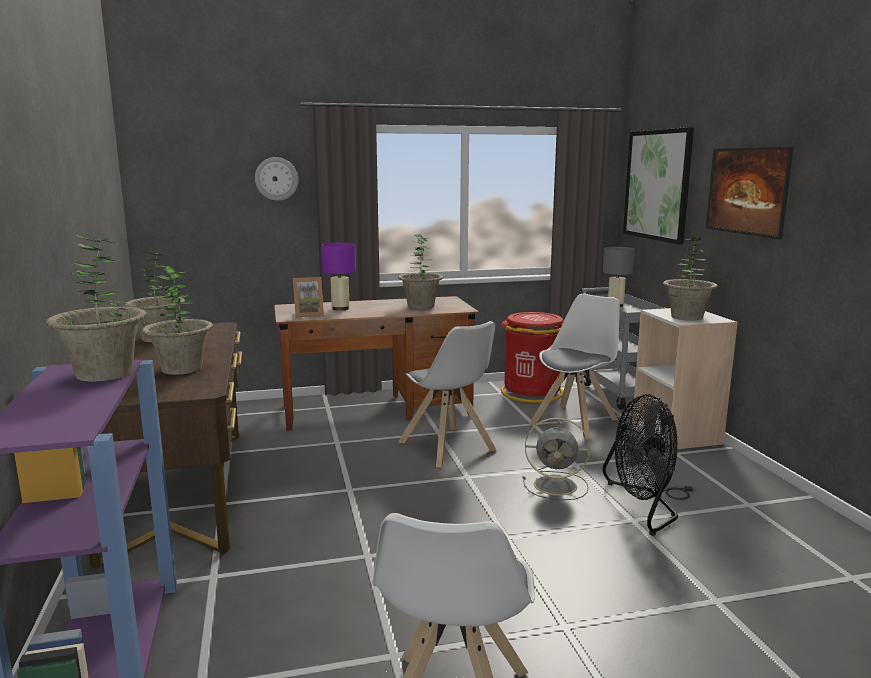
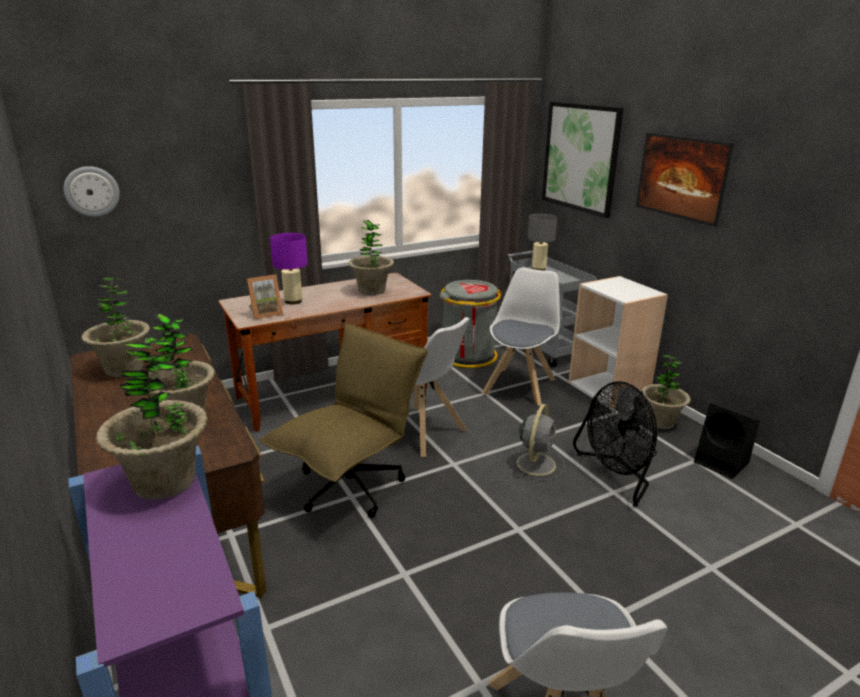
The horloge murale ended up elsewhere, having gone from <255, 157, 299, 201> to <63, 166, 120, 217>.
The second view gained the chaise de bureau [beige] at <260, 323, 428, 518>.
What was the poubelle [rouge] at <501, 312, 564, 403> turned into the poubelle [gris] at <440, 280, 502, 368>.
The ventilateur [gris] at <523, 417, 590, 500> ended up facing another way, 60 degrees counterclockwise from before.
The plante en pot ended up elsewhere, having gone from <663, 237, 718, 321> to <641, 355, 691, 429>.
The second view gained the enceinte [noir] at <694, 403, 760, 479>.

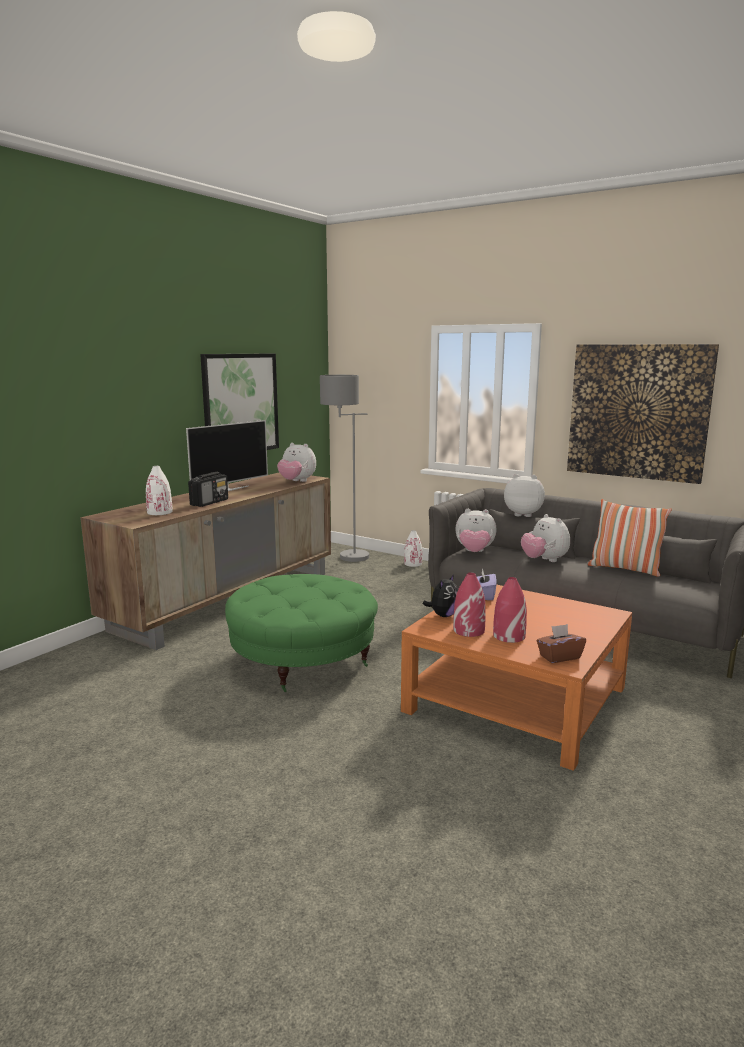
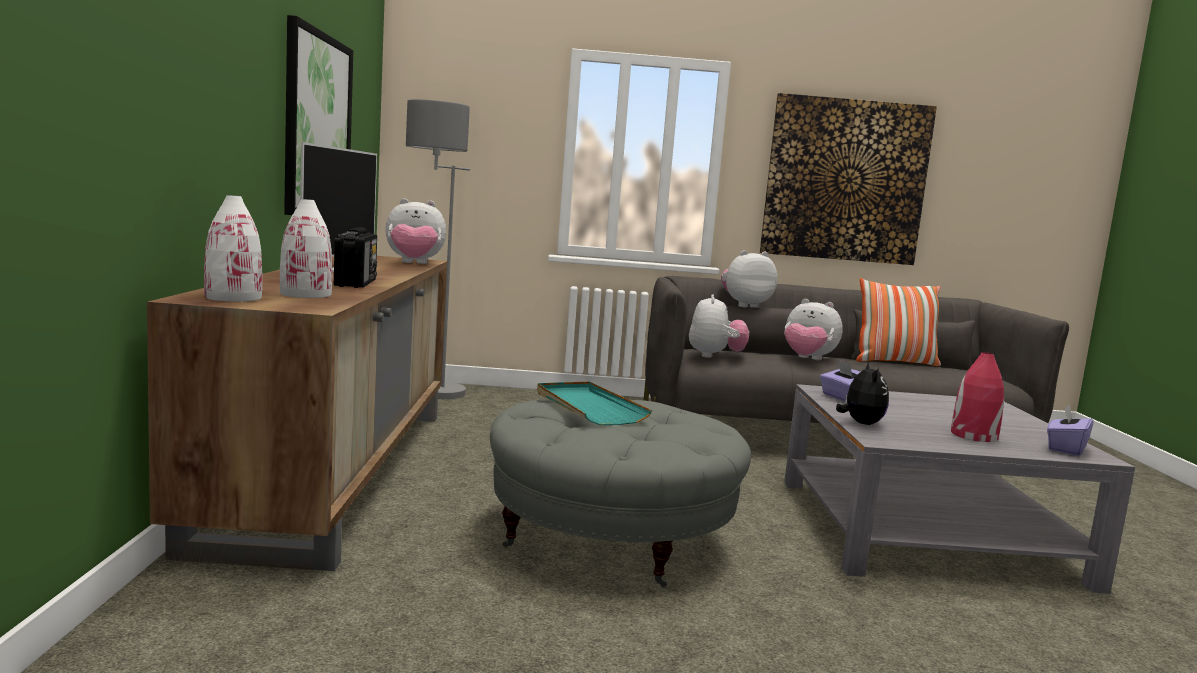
The vase [blanc] ended up elsewhere, having gone from <404, 530, 422, 567> to <204, 195, 262, 302>.
What was the pouf [vert] at <225, 574, 378, 692> turned into the pouf [gris] at <490, 399, 751, 587>.
The second view gained the plateau [turquoise] at <537, 381, 652, 425>.
The peluche at <455, 509, 496, 552> ended up facing another way, 60 degrees counterclockwise from before.
What was the table basse [orange] at <401, 584, 632, 771> turned into the table basse [gris] at <784, 384, 1135, 594>.
What was the boîte à mouchoirs [marron] at <536, 624, 586, 663> turned into the boîte à mouchoirs [violet] at <1047, 404, 1094, 456>.
The second view lost the vase [rouge] at <453, 572, 486, 637>.

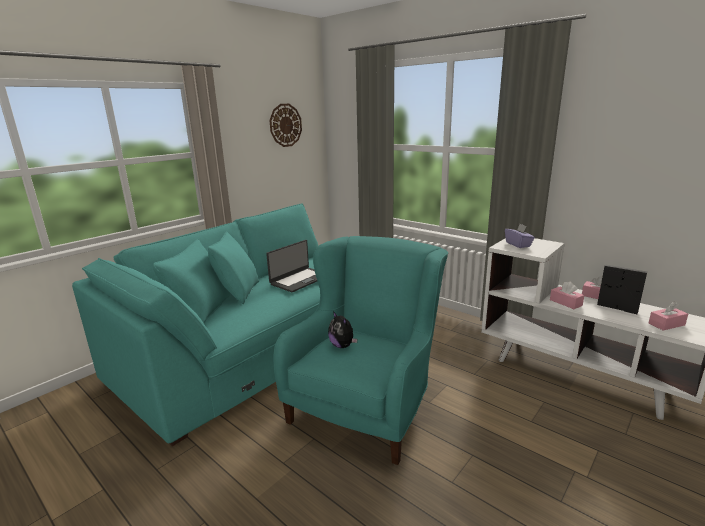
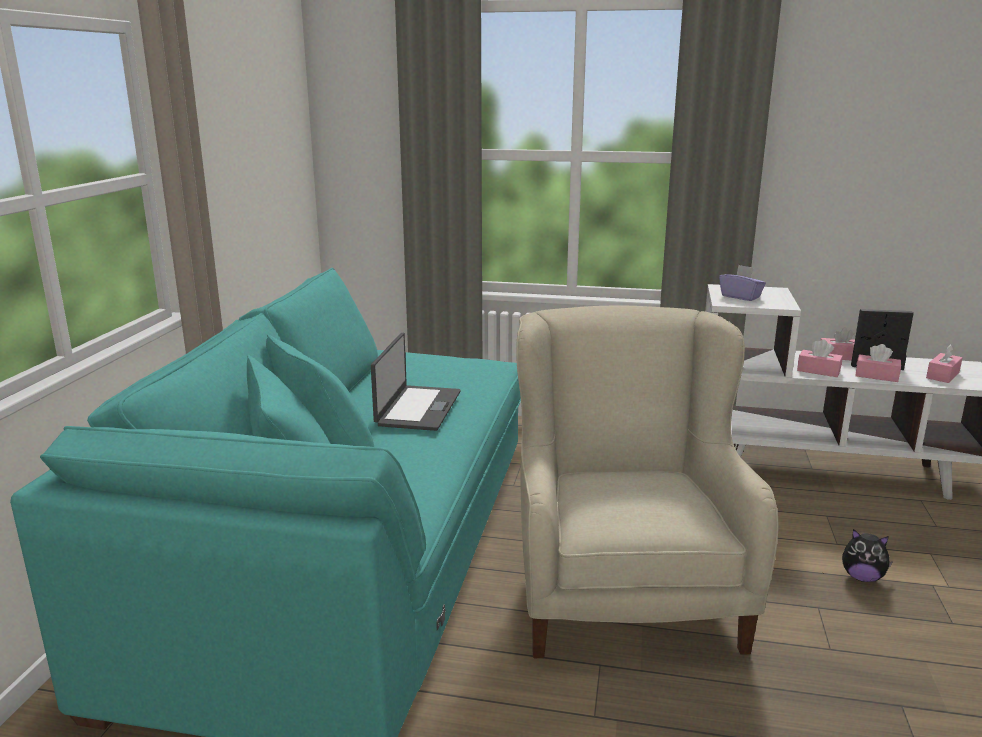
What was the fauteuil [turquoise] at <274, 236, 448, 465> turned into the fauteuil [beige] at <516, 306, 778, 658>.
The peluche ended up elsewhere, having gone from <328, 311, 357, 348> to <842, 529, 893, 582>.
The second view gained the boîte à mouchoirs [rose] at <855, 344, 901, 382>.
The second view lost the horloge murale at <269, 104, 302, 147>.

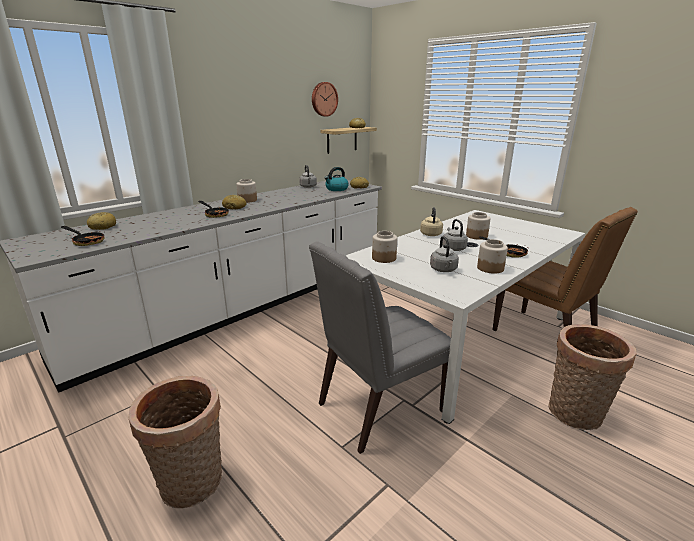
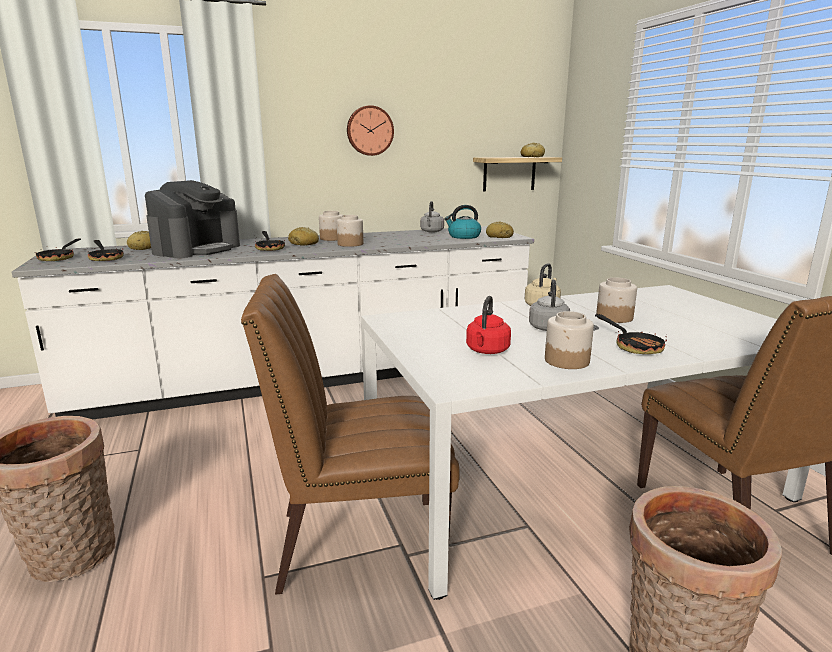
The second view gained the poêle at <36, 238, 81, 261>.
The second view gained the machine à café at <145, 180, 240, 258>.
What was the chaise [gris] at <309, 241, 451, 454> turned into the chaise [marron] at <241, 274, 460, 594>.
The bocal ended up elsewhere, having gone from <372, 231, 397, 263> to <337, 215, 363, 247>.
The horloge murale ended up elsewhere, having gone from <312, 82, 338, 117> to <347, 105, 394, 156>.
What was the bouilloire [gris] at <430, 236, 459, 272> turned into the bouilloire [rouge] at <466, 296, 511, 354>.

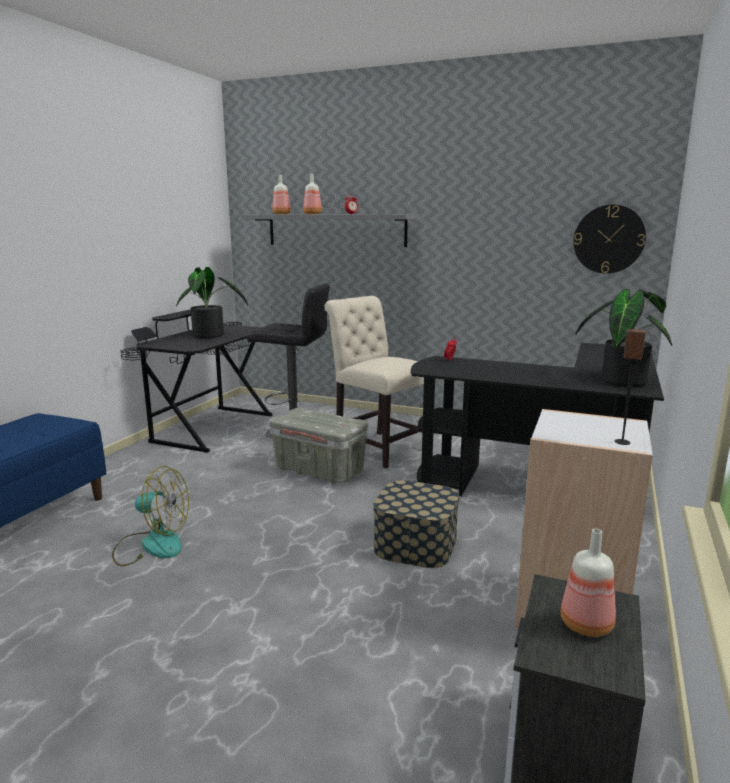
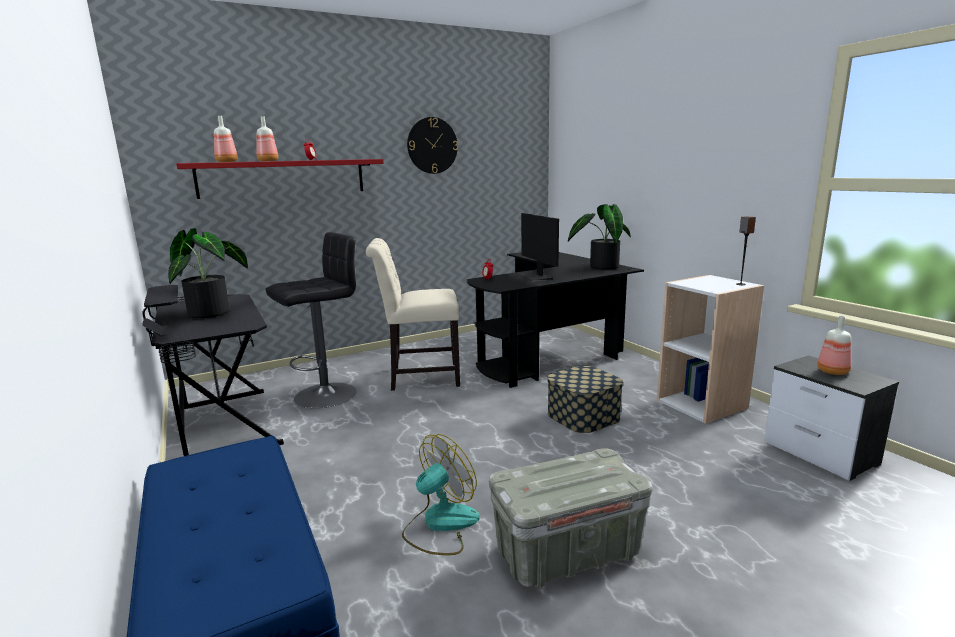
What was the étagère [gris] at <241, 214, 419, 247> turned into the étagère [rouge] at <176, 159, 384, 199>.
The horloge murale ended up elsewhere, having gone from <573, 204, 646, 274> to <407, 117, 458, 174>.
The boîte de rangement [gris] ended up elsewhere, having gone from <269, 408, 368, 483> to <489, 448, 653, 588>.
The second view gained the écran d'ordinateur at <515, 213, 559, 282>.

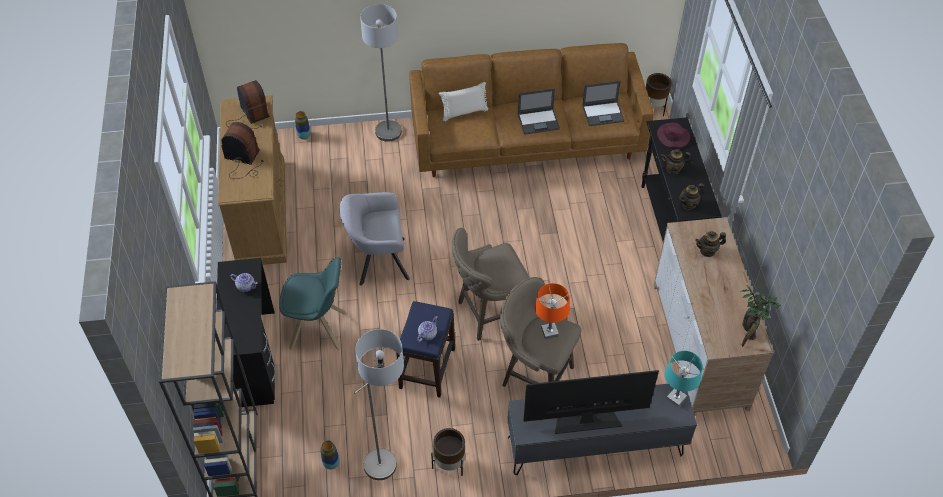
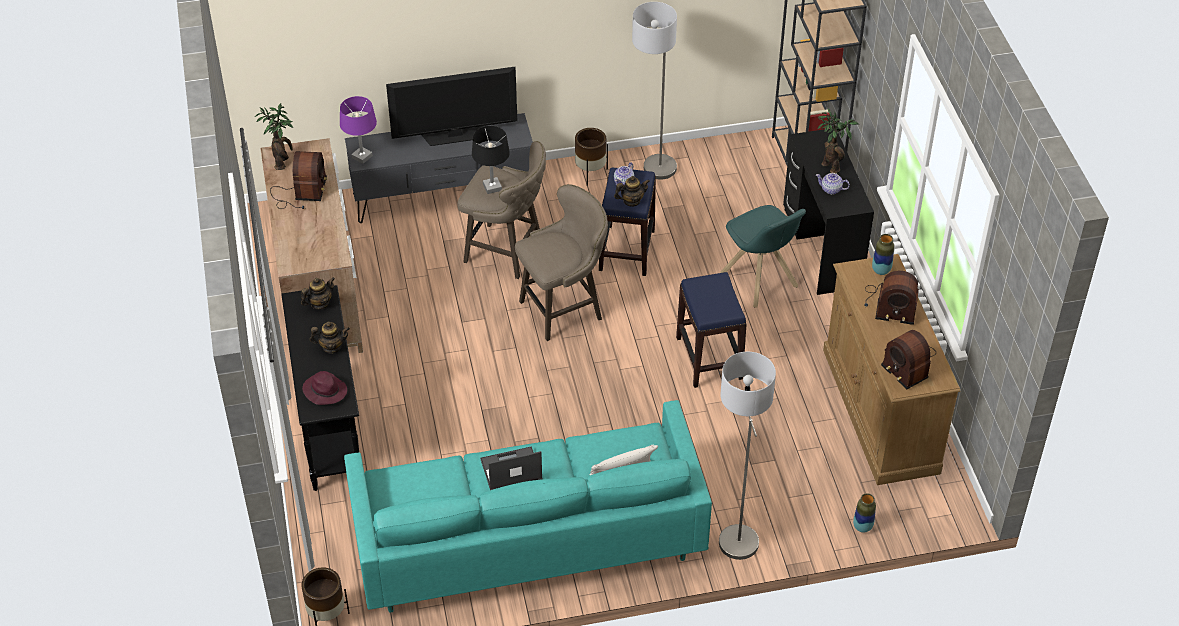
The second view gained the radio at <270, 151, 327, 209>.
What was the lampe de table [turquoise] at <665, 351, 703, 407> turned into the lampe de table [violet] at <340, 96, 377, 164>.
What was the canapé [marron] at <409, 43, 654, 177> turned into the canapé [turquoise] at <344, 400, 712, 613>.
What was the lampe de table [orange] at <535, 283, 570, 339> turned into the lampe de table [noir] at <472, 126, 510, 194>.
The théière ended up elsewhere, having gone from <695, 231, 726, 257> to <614, 176, 650, 207>.
Where the fauteuil [gris] stood at <339, 192, 410, 286>, the tabouret came to stand at <676, 272, 747, 388>.
The chaise [turquoise] at <279, 257, 346, 350> ended up facing another way, 120 degrees counterclockwise from before.
The second view gained the plante en pot at <817, 109, 859, 174>.
The vase ended up elsewhere, having gone from <321, 440, 339, 470> to <872, 234, 894, 275>.
The second view lost the ordinateur portable at <582, 81, 625, 126>.

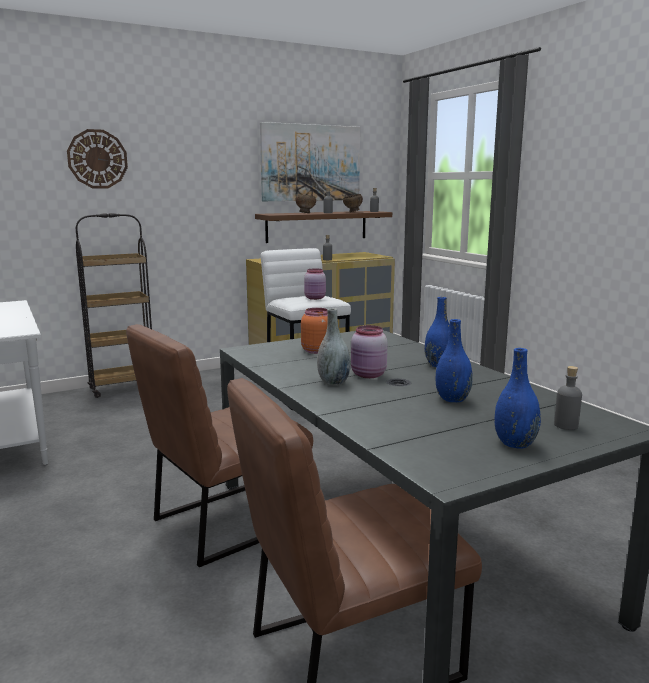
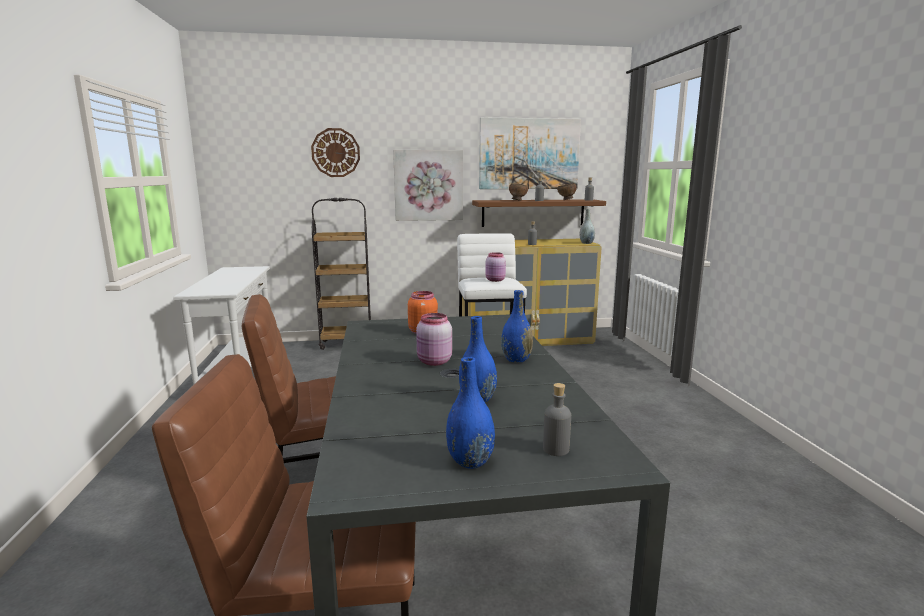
The second view gained the tableau at <393, 150, 463, 221>.
The vase [gris] ended up elsewhere, having gone from <317, 308, 351, 385> to <580, 209, 595, 244>.

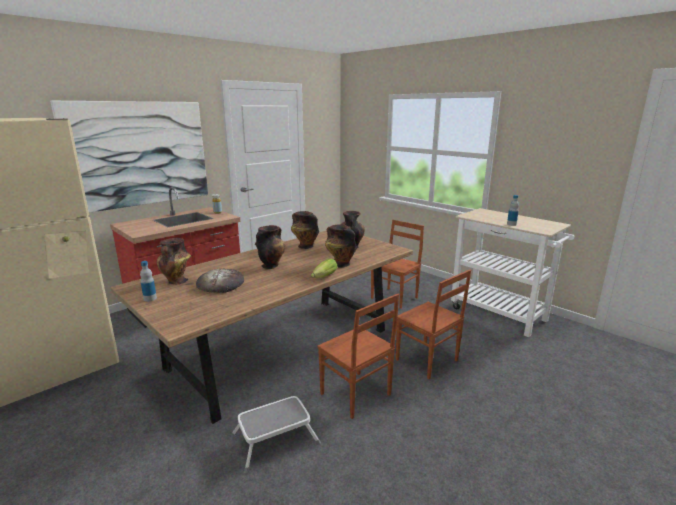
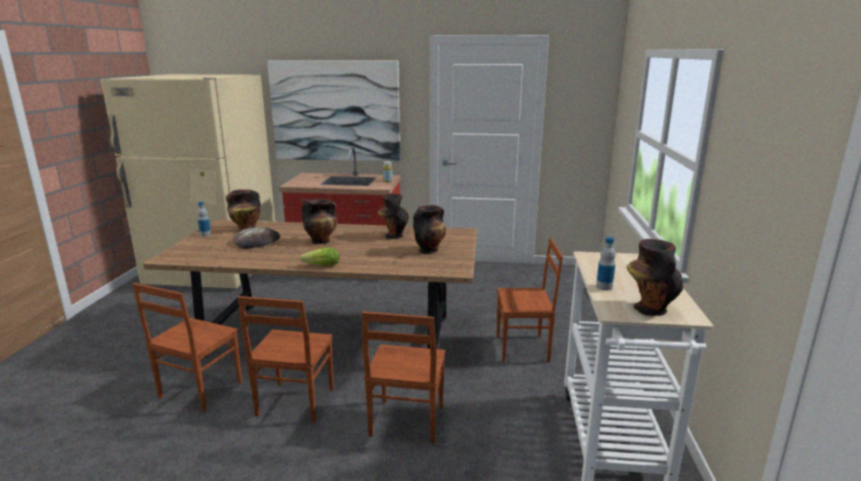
Where the escabeau [gris] stood at <231, 396, 321, 474>, the chaise [marron] came to stand at <132, 283, 242, 412>.
The vase ended up elsewhere, having gone from <325, 224, 357, 268> to <626, 239, 683, 316>.

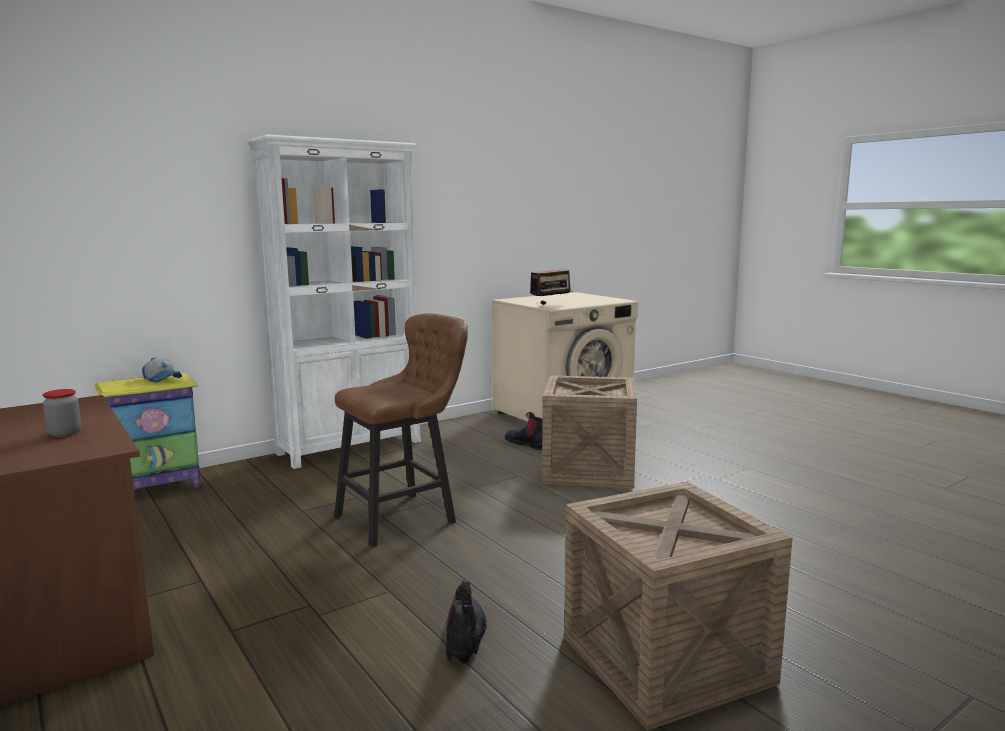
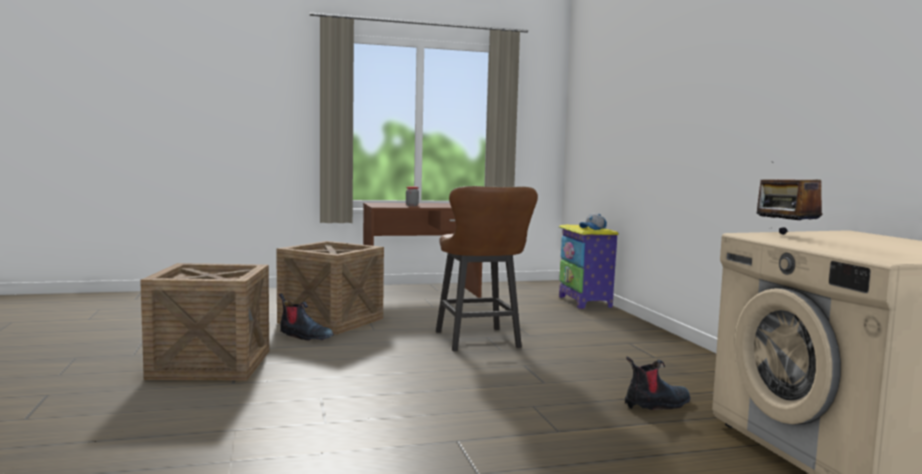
The caisse ended up elsewhere, having gone from <542, 375, 637, 488> to <276, 241, 384, 335>.
The second view lost the bibliothèque [blanc] at <247, 134, 421, 469>.

